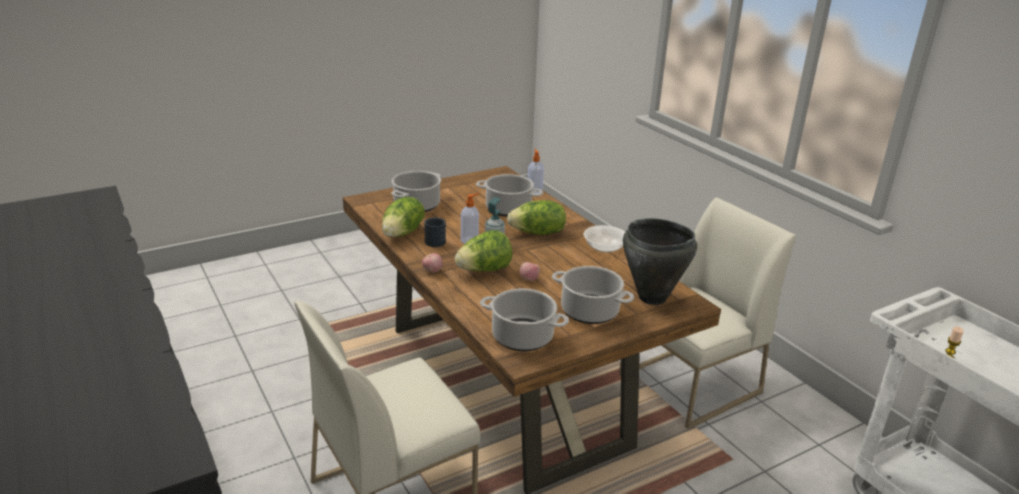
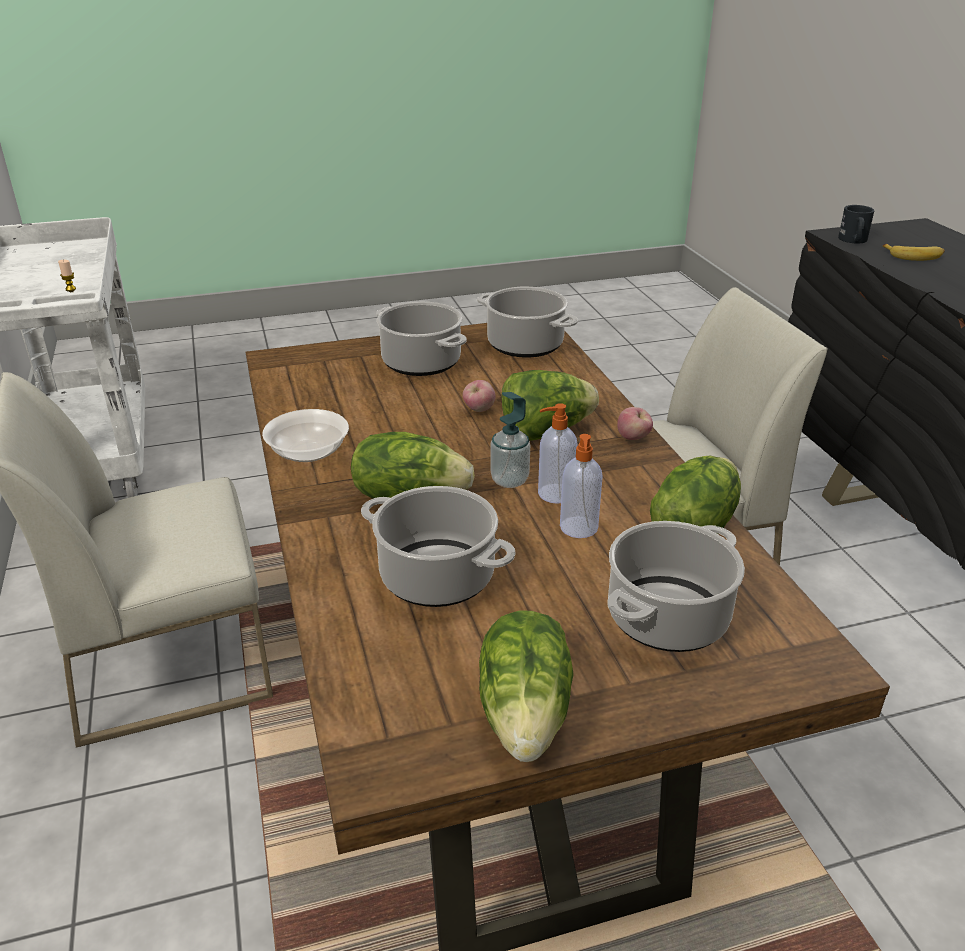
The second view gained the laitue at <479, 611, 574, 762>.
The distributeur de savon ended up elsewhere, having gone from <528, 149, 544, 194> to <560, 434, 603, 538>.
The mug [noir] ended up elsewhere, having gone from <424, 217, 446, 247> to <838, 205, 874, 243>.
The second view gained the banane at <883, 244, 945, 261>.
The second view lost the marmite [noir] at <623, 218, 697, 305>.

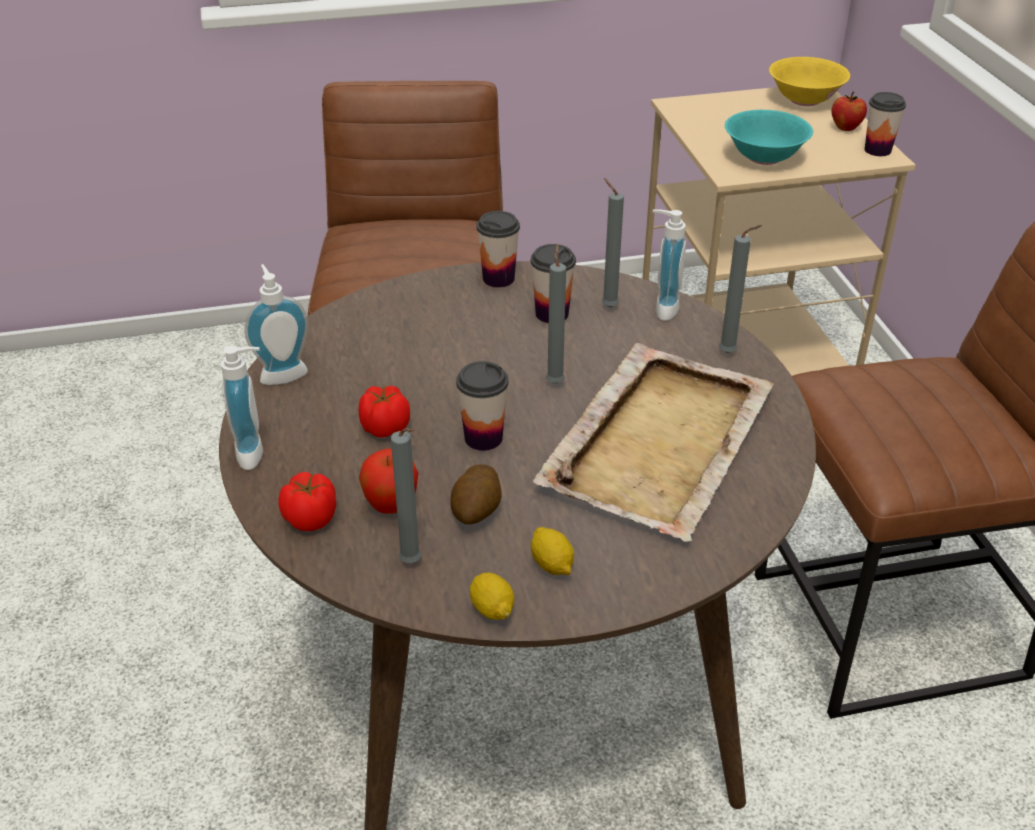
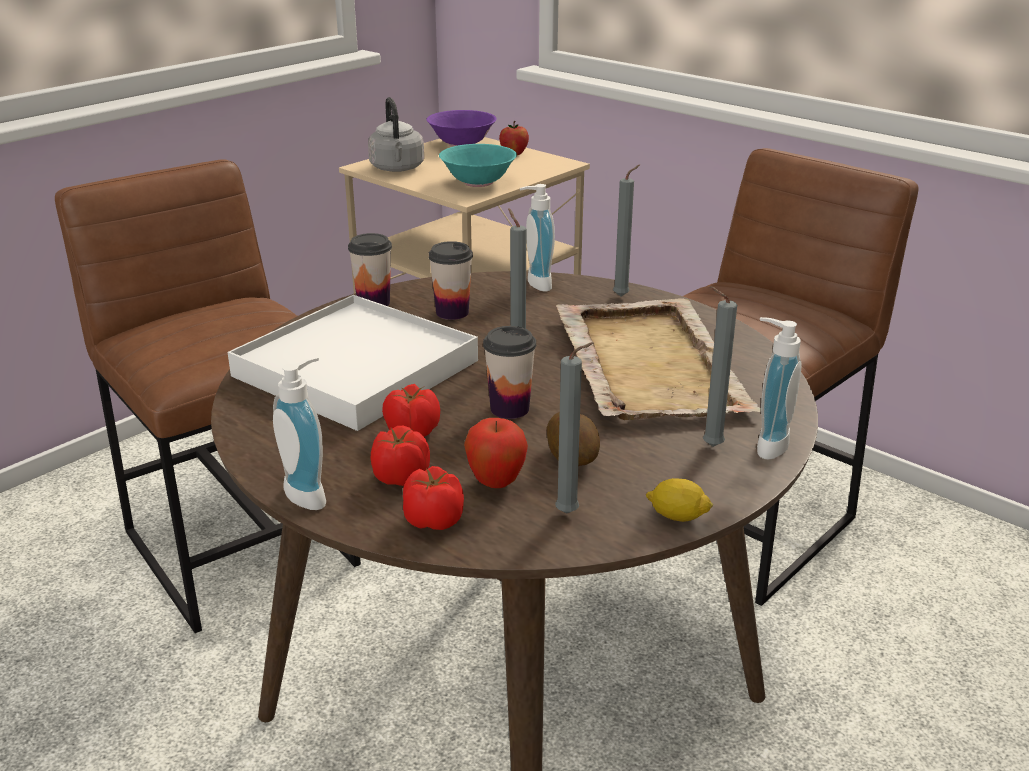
The second view gained the plateau [blanc] at <227, 295, 478, 431>.
The second view gained the bouilloire [gris] at <368, 97, 424, 172>.
The second view gained the tomate at <371, 426, 430, 486>.
What was the bol [jaune] at <769, 57, 850, 106> turned into the bol [violet] at <426, 110, 497, 147>.
The bougie [gris] ended up elsewhere, having gone from <602, 178, 624, 308> to <703, 286, 737, 447>.
The distributeur de savon ended up elsewhere, having gone from <245, 264, 308, 385> to <757, 317, 801, 460>.
The second view lost the citron at <531, 527, 574, 575>.
The second view lost the tasse at <865, 92, 906, 156>.

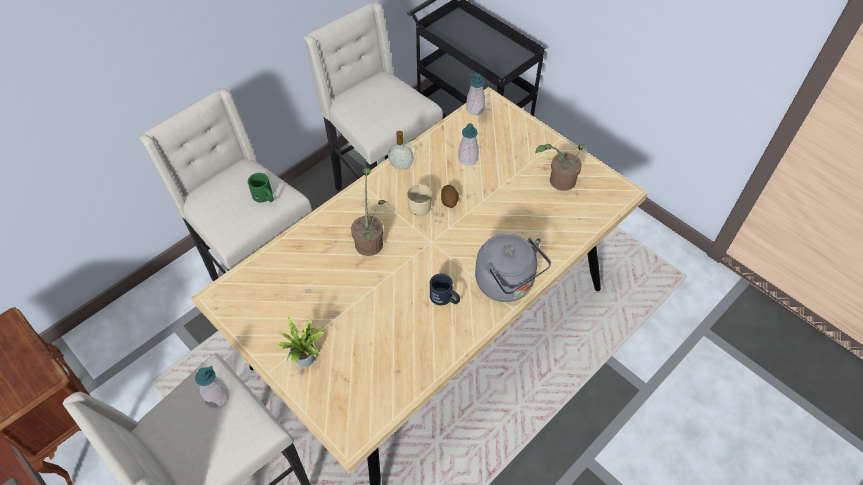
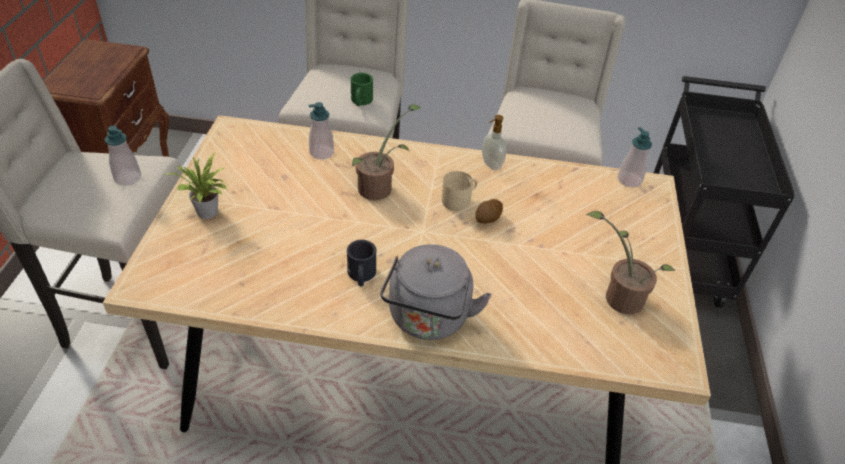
The distributeur de savon ended up elsewhere, having gone from <458, 123, 479, 165> to <308, 102, 334, 160>.

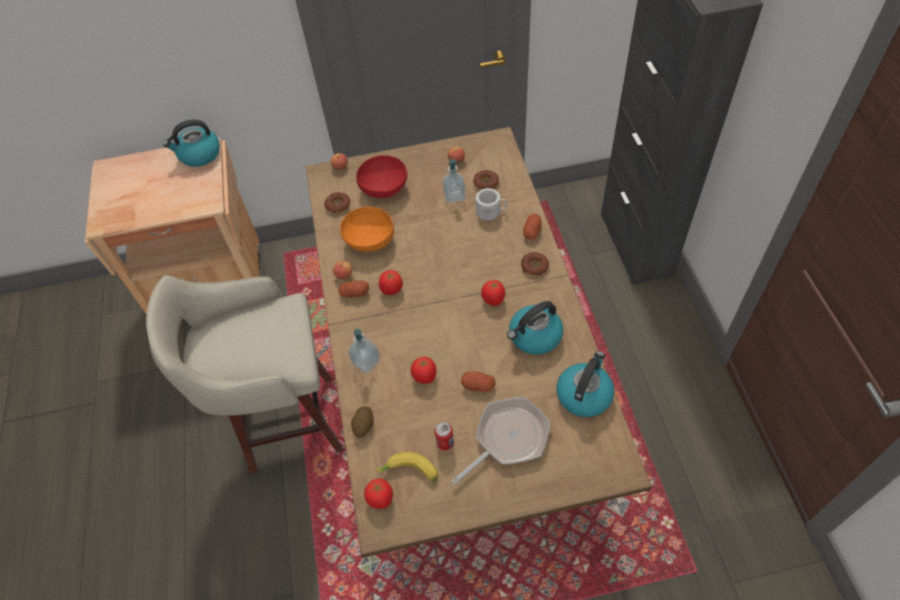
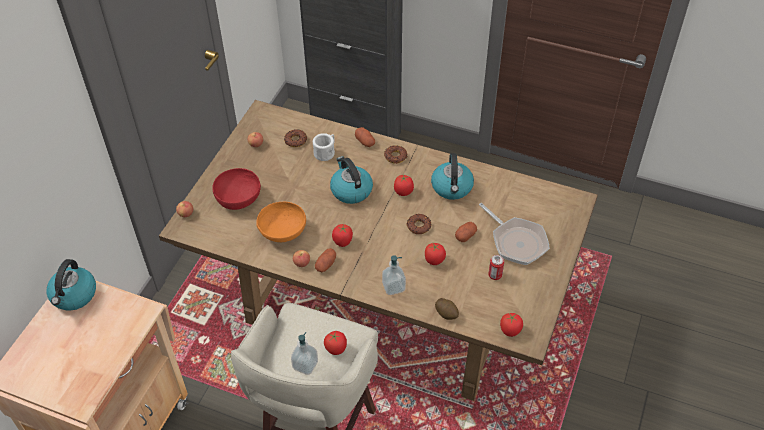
The distributeur de savon ended up elsewhere, having gone from <443, 159, 466, 203> to <291, 332, 318, 375>.
The second view gained the tomate at <324, 331, 347, 355>.
The bouilloire ended up elsewhere, having gone from <557, 351, 614, 417> to <330, 156, 373, 204>.
The beignet ended up elsewhere, having gone from <325, 192, 350, 213> to <406, 214, 431, 234>.
The poêle at <452, 397, 551, 484> ended up facing another way, 150 degrees clockwise from before.
The second view lost the banane at <374, 452, 438, 483>.

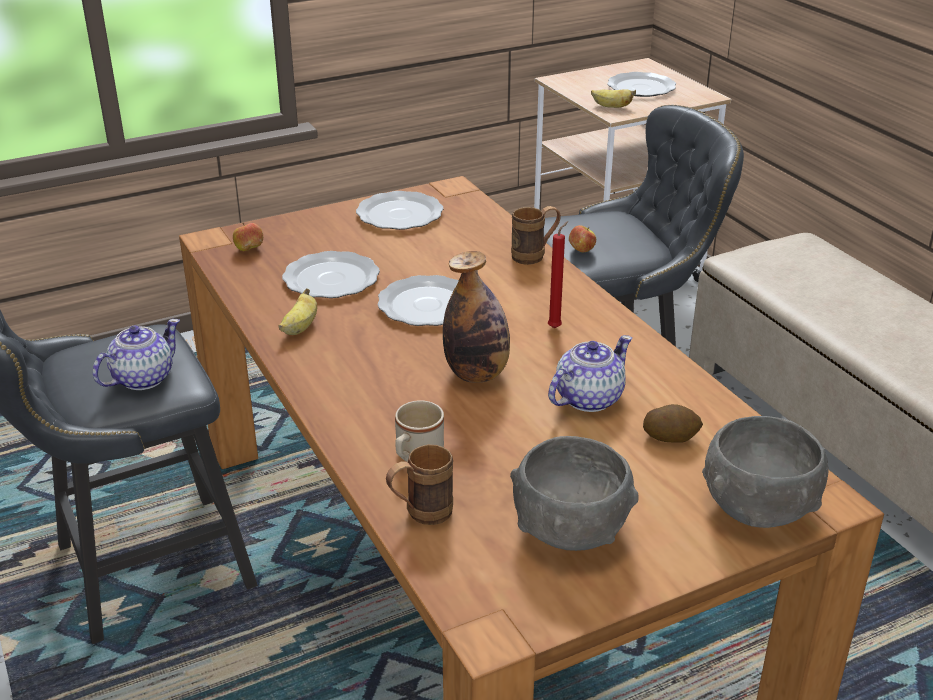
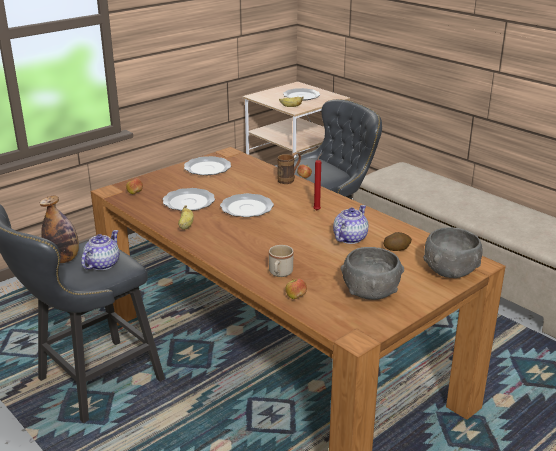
The bouteille ended up elsewhere, having gone from <443, 251, 510, 383> to <39, 195, 79, 263>.
Where the mug [marron] stood at <386, 444, 453, 525>, the pomme came to stand at <286, 278, 307, 299>.

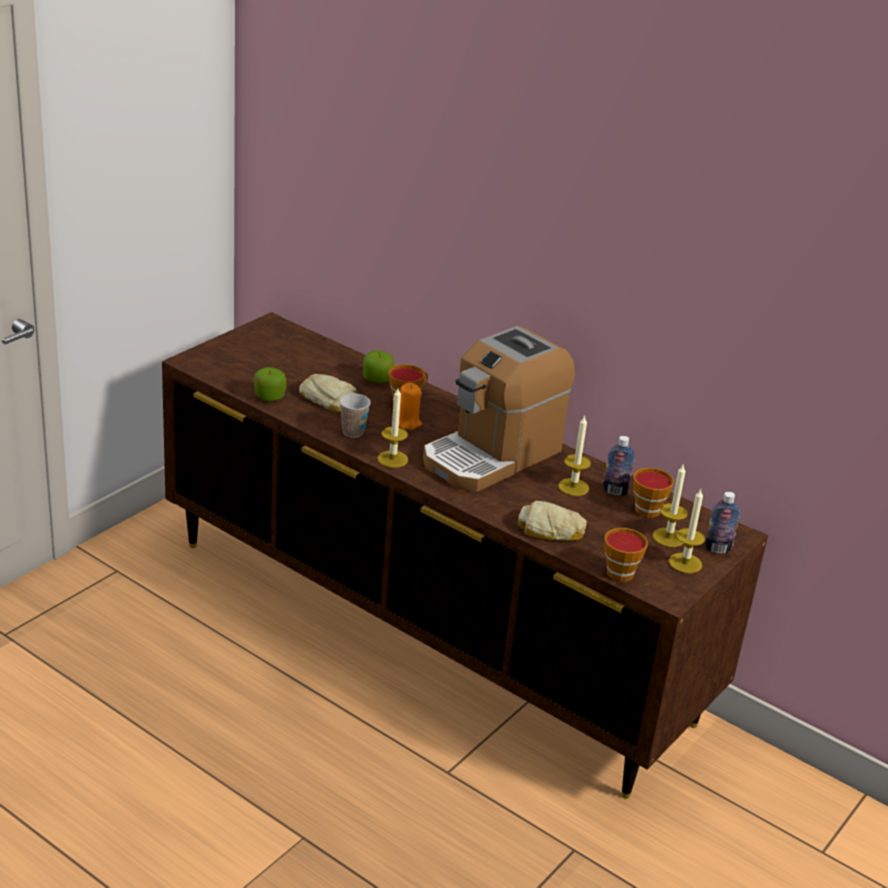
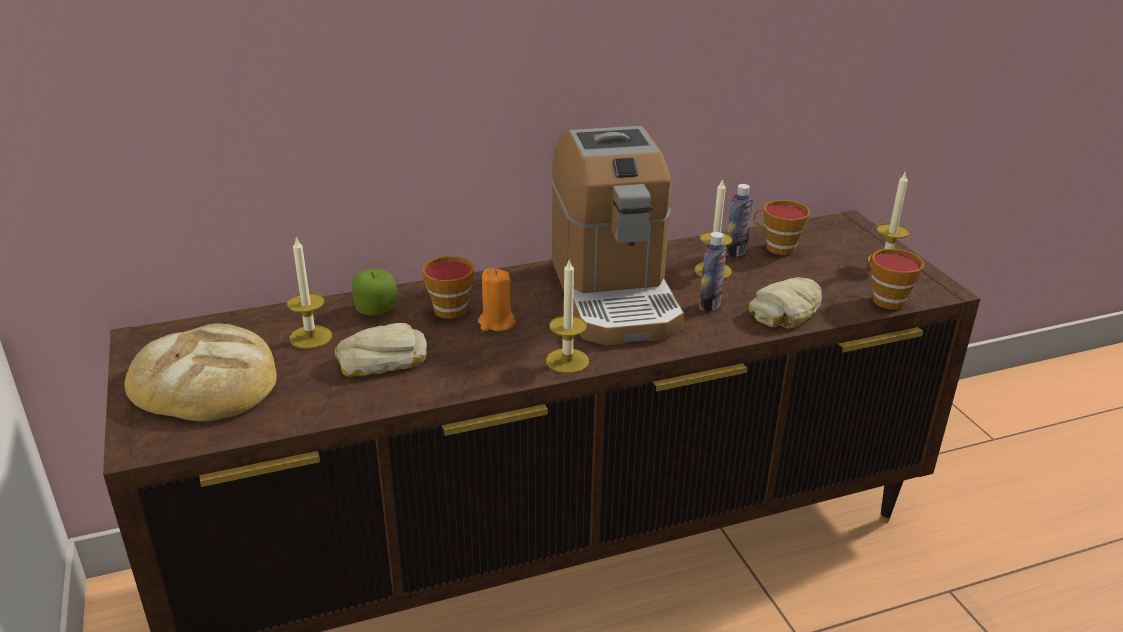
The second view gained the pain at <124, 323, 277, 421>.
The bougie ended up elsewhere, having gone from <653, 463, 688, 547> to <287, 236, 332, 349>.
The bouteille ended up elsewhere, having gone from <705, 492, 740, 554> to <699, 232, 727, 312>.
The second view lost the pomme at <253, 367, 287, 402>.
The second view lost the tasse at <339, 393, 371, 438>.

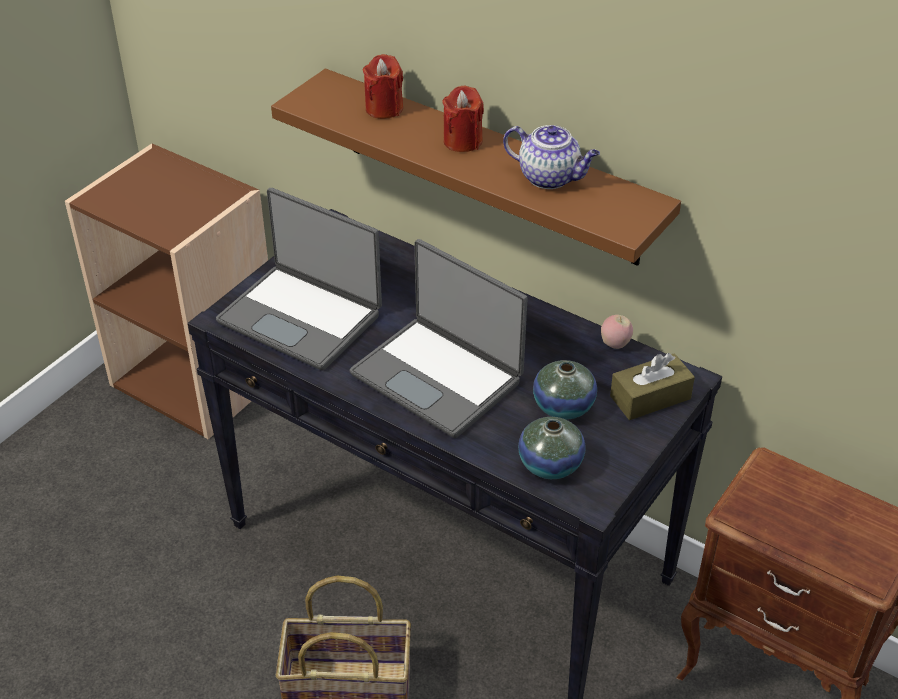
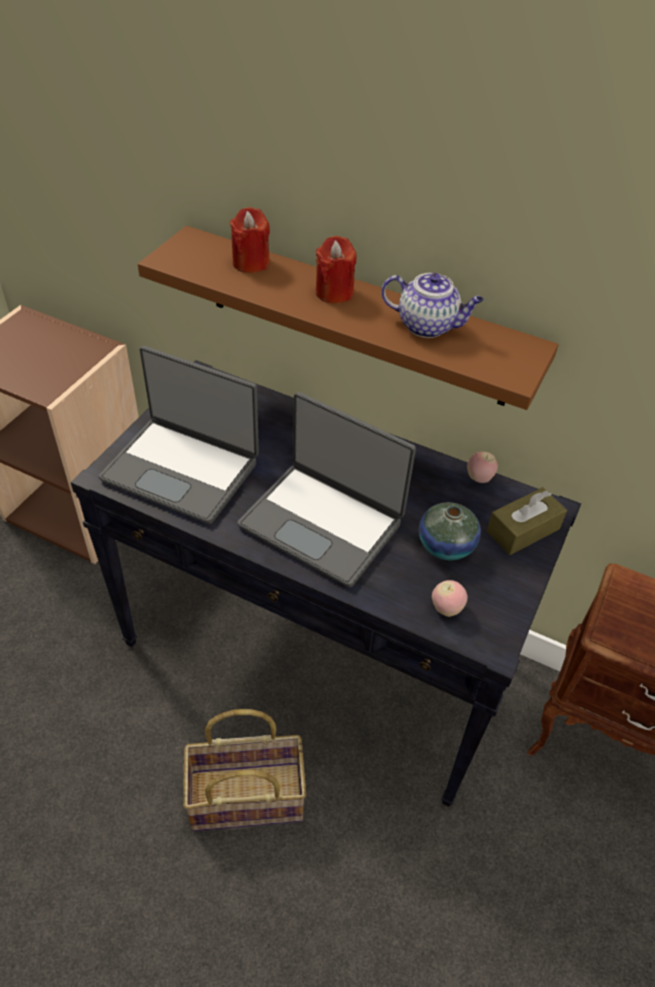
Where the vase stood at <518, 417, 586, 479>, the pomme came to stand at <432, 580, 467, 617>.

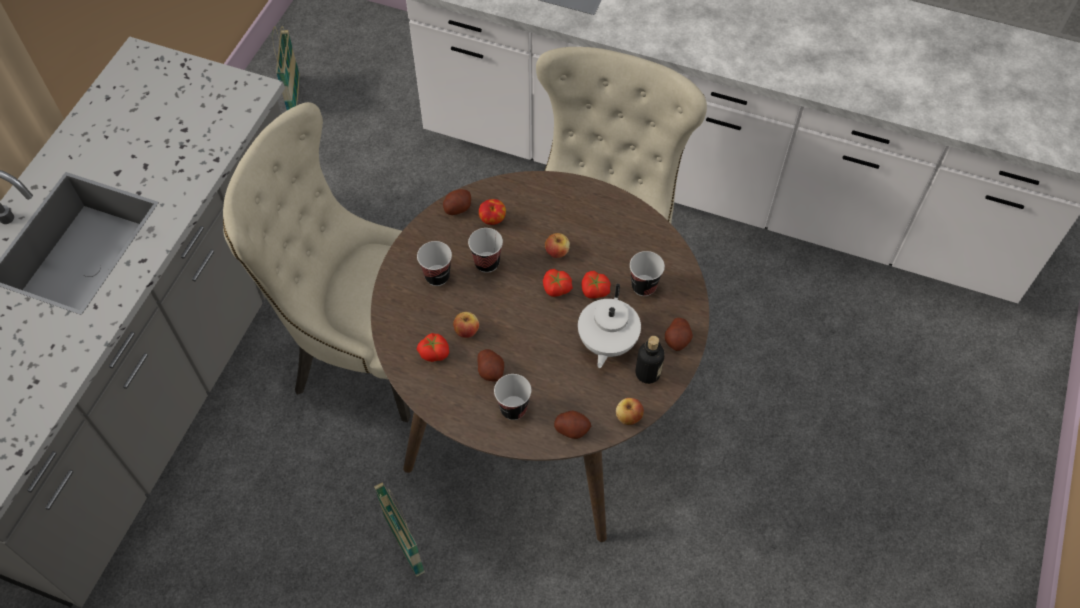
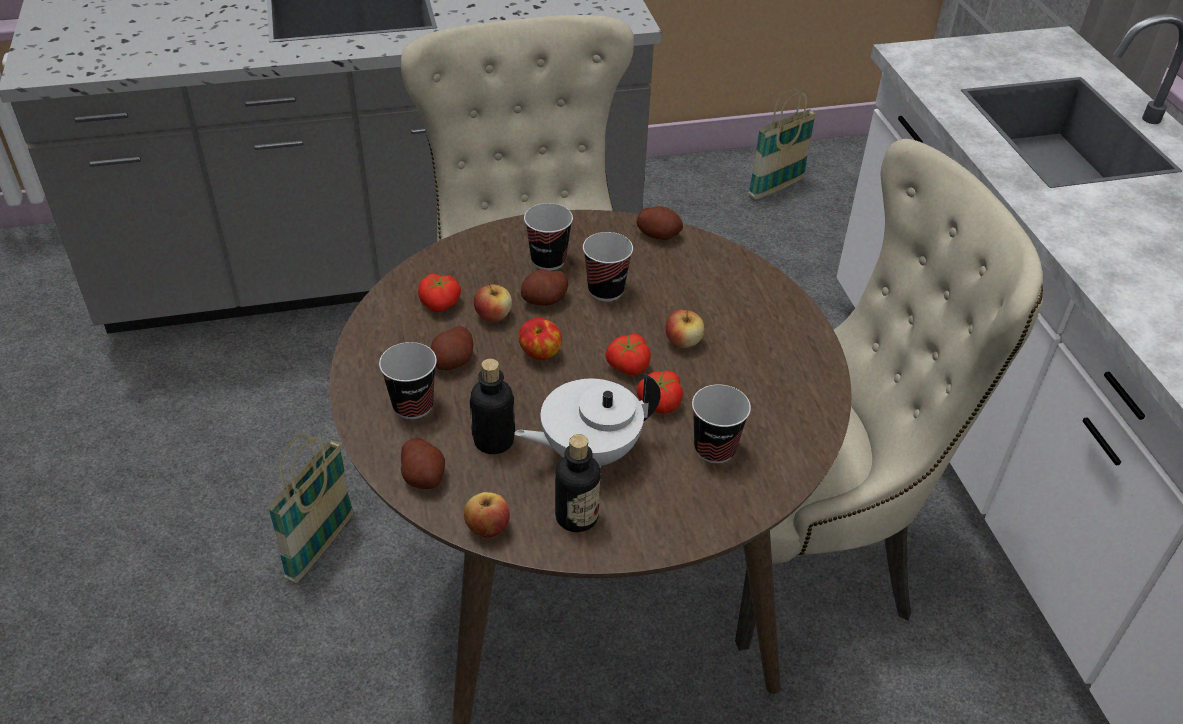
The second view gained the bouteille at <470, 359, 515, 454>.
The pomme ended up elsewhere, having gone from <479, 199, 506, 225> to <518, 317, 562, 360>.
The pomme de terre ended up elsewhere, having gone from <665, 318, 693, 351> to <521, 270, 568, 306>.

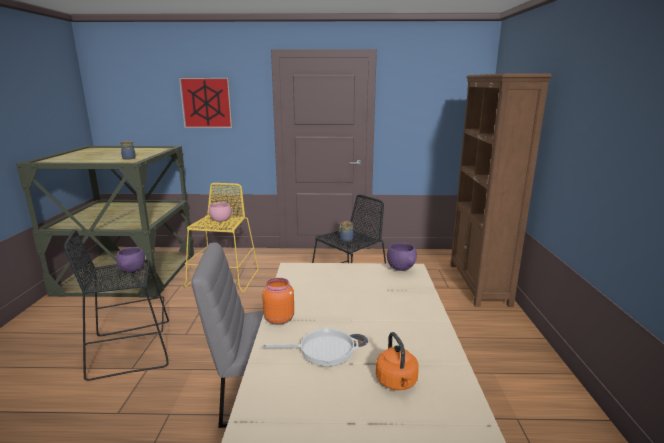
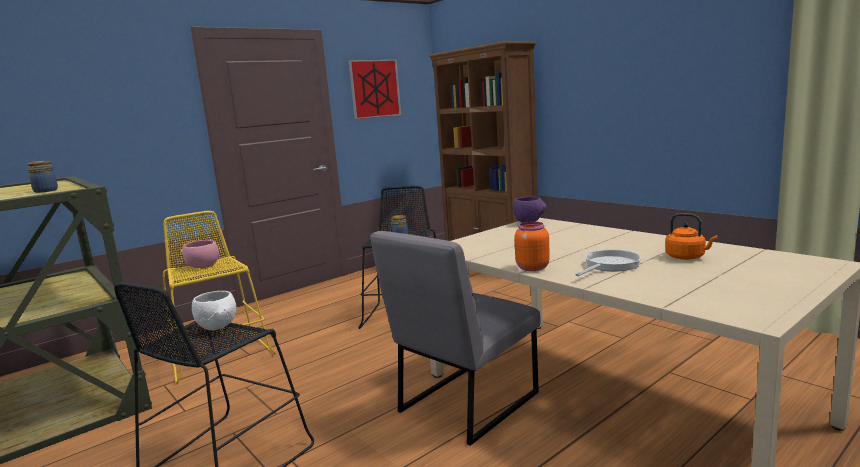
What was the bol [violet] at <116, 247, 145, 273> turned into the bol [blanc] at <192, 291, 236, 330>.
The tableau ended up elsewhere, having gone from <179, 78, 233, 128> to <348, 59, 401, 119>.

